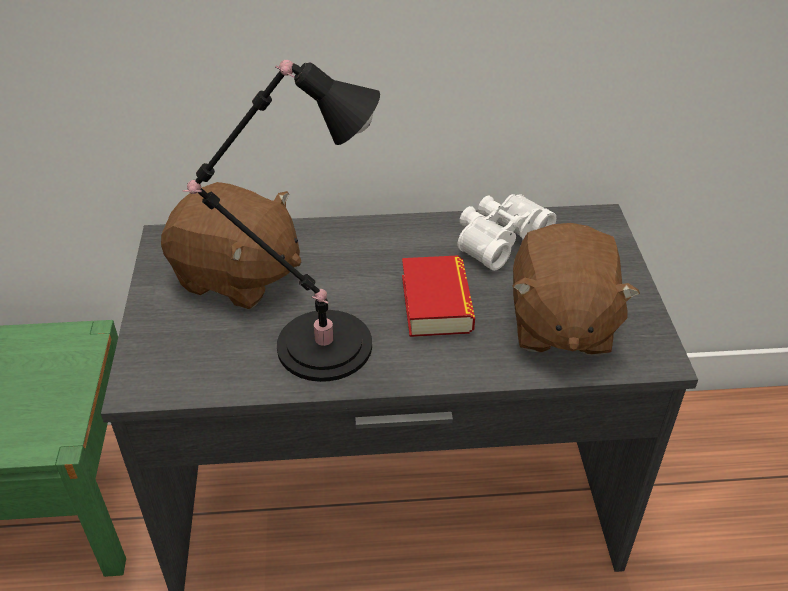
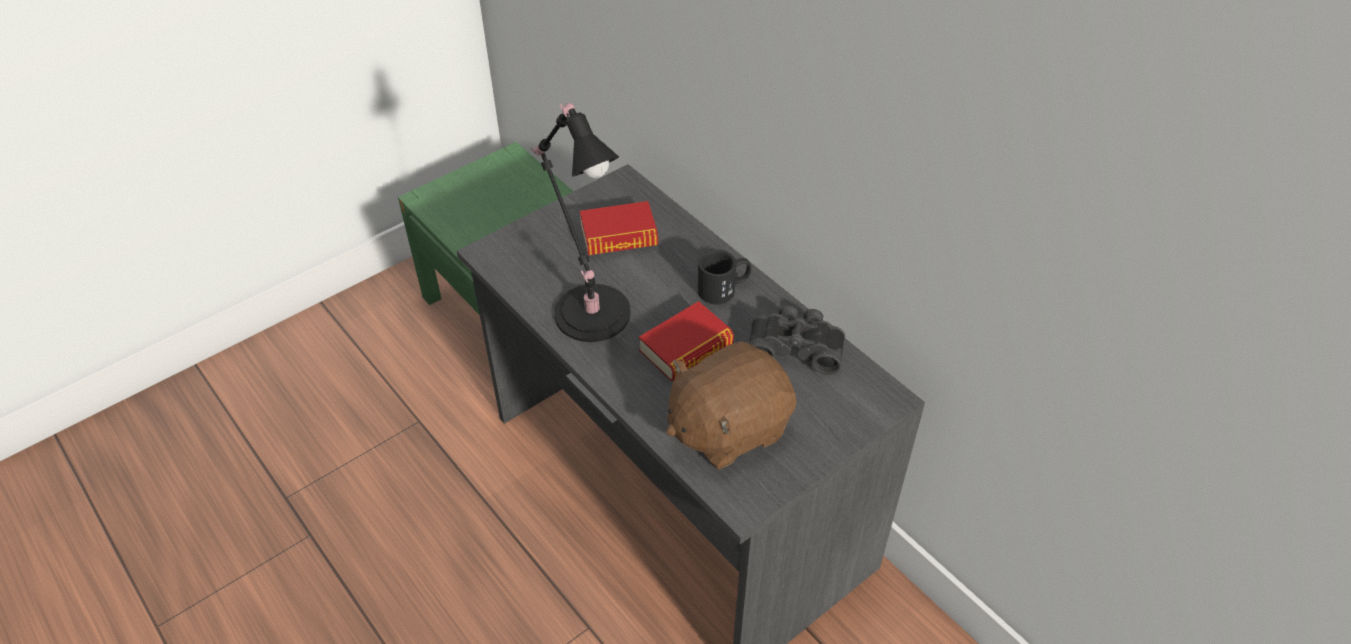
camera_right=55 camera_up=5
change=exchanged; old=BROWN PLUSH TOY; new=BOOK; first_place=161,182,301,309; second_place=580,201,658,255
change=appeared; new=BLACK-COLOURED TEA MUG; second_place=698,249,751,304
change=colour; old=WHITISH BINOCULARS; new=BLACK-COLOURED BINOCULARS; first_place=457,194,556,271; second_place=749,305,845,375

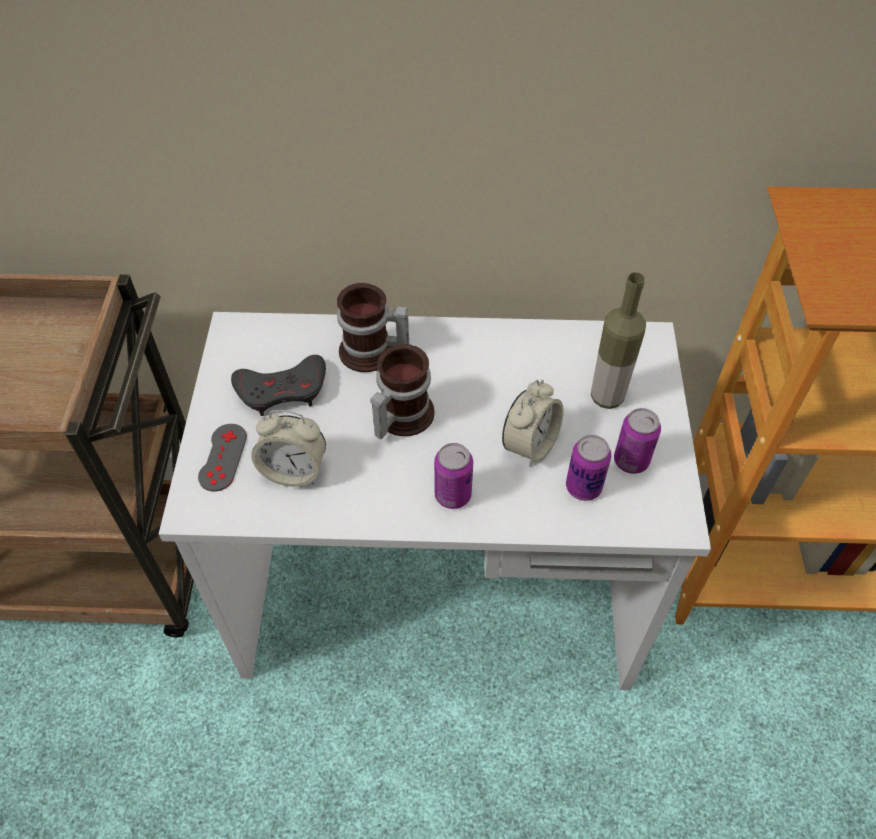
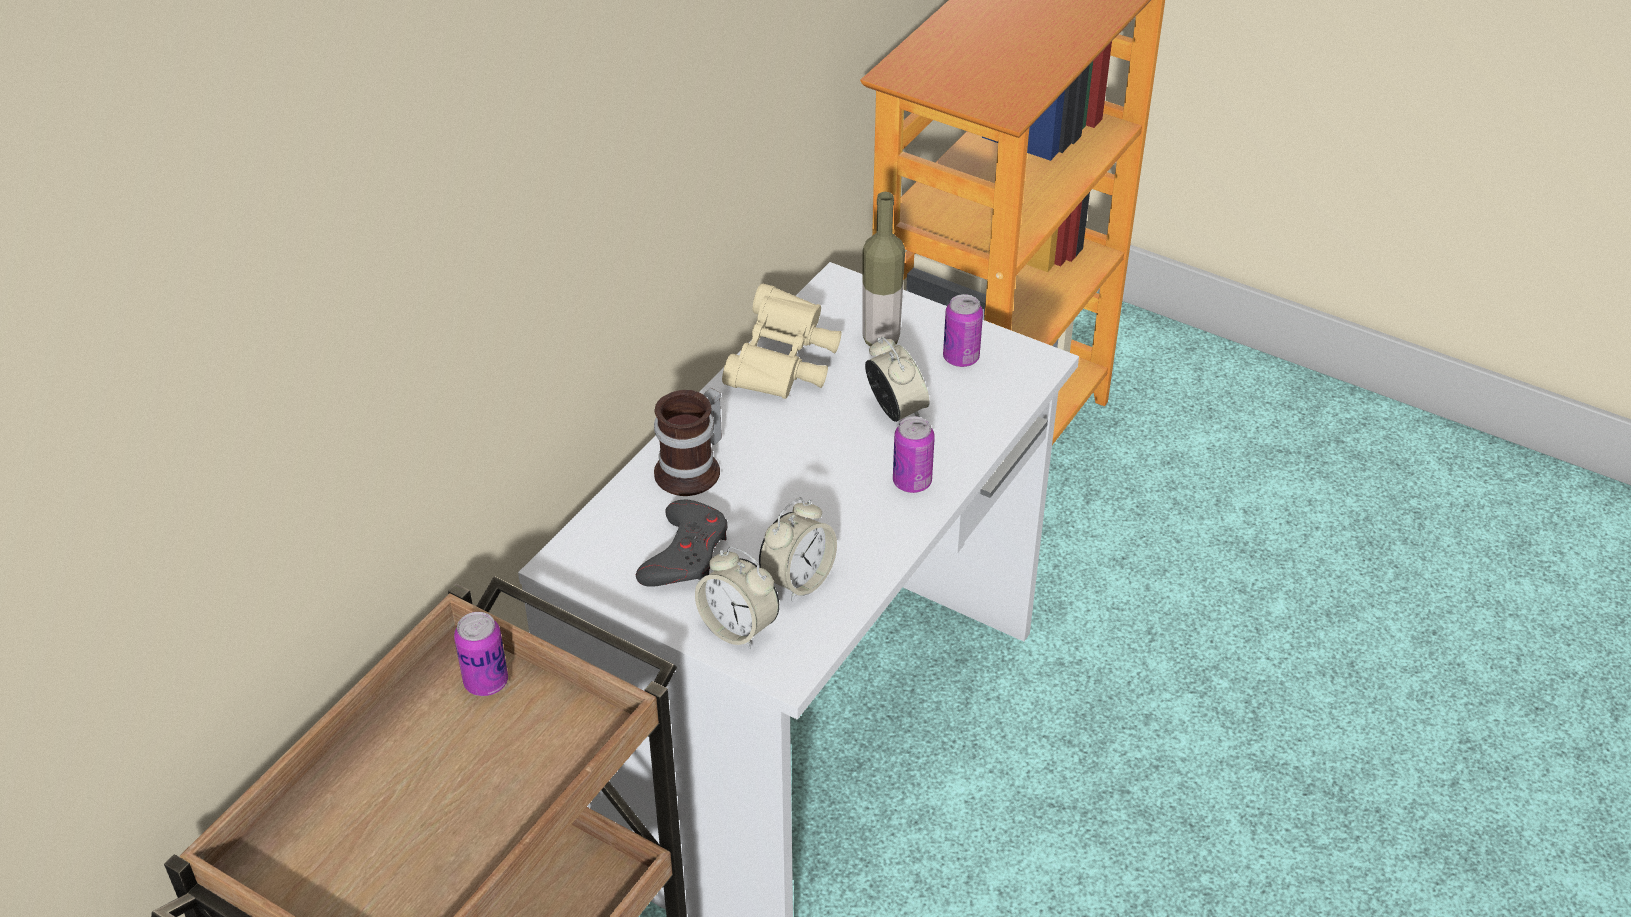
camera_right=-60 camera_up=-10
change=relocated; old=METAL CAN; first_place=566,435,611,501; second_place=454,612,508,696
change=exchanged; old=GREYISH GAMEPAD; new=ALARM CLOCK; first_place=198,424,247,491; second_place=695,546,779,649
change=appeared; new=SAND-COLOURED BINOCULARS; second_place=722,284,842,399
change=missing; old=TEA MUG; first_place=370,344,435,439

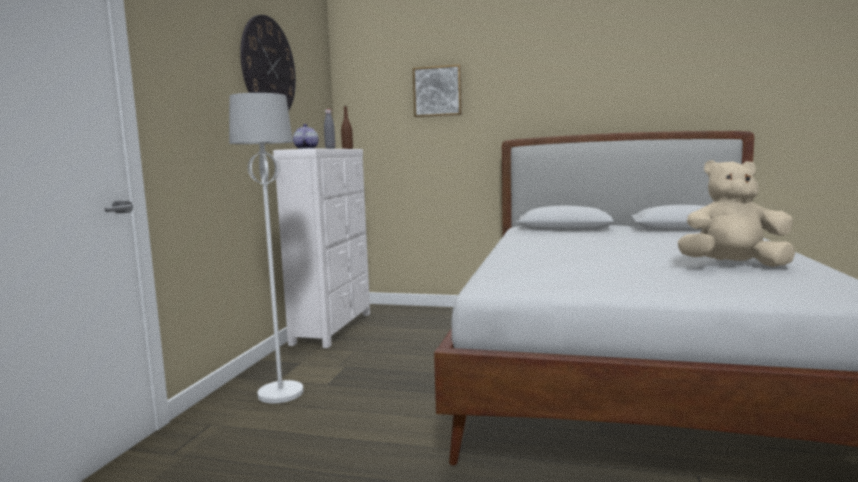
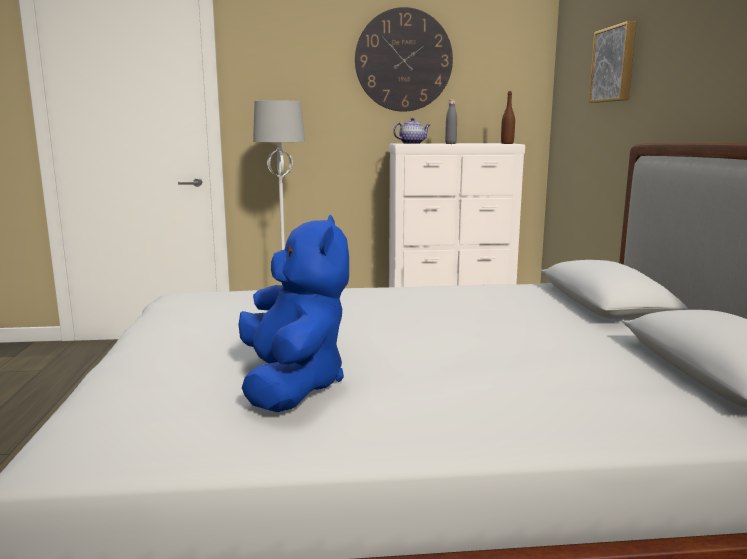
camera_right=70 camera_up=5
change=colour; old=SAND-COLOURED PLUSH TOY; new=BLUE PLUSH TOY; first_place=678,160,795,267; second_place=239,215,349,412

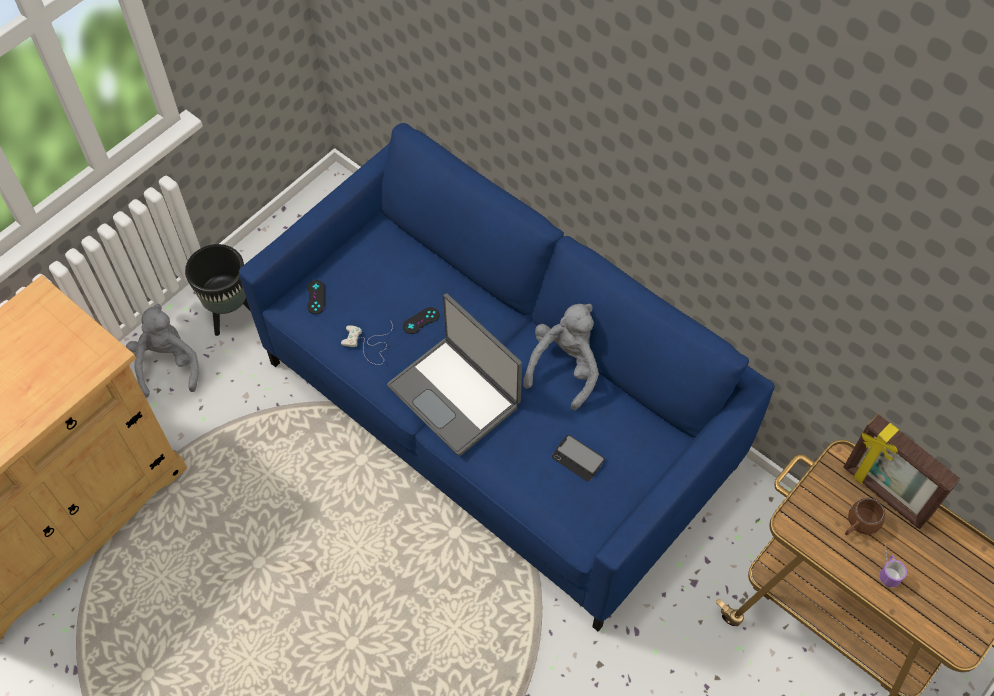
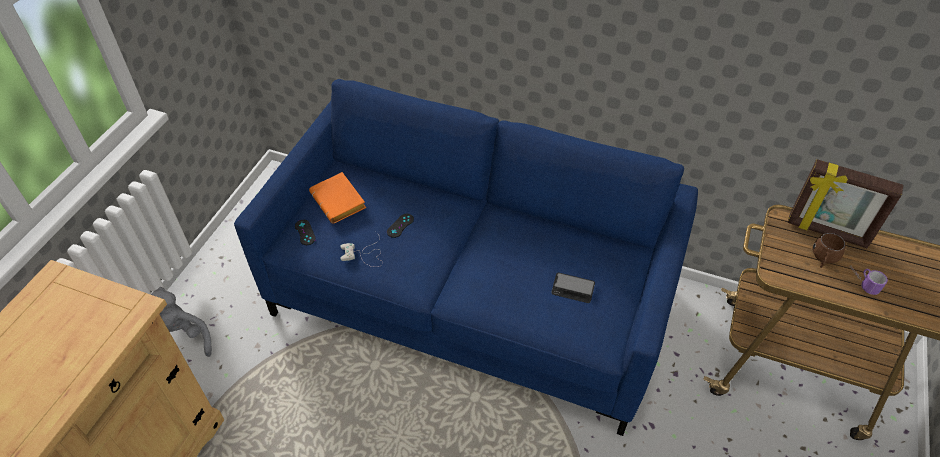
camera_right=-20 camera_up=-10
change=appeared; new=ORANGE-COLOURED BOOK; second_place=309,172,366,224
change=missing; old=BLACK-COLOURED PLANTER; first_place=185,244,250,336
change=missing; old=NOTEBOOK COMPUTER; first_place=387,293,522,456
change=missing; old=GREYISH PLUSH TOY; first_place=523,304,599,410

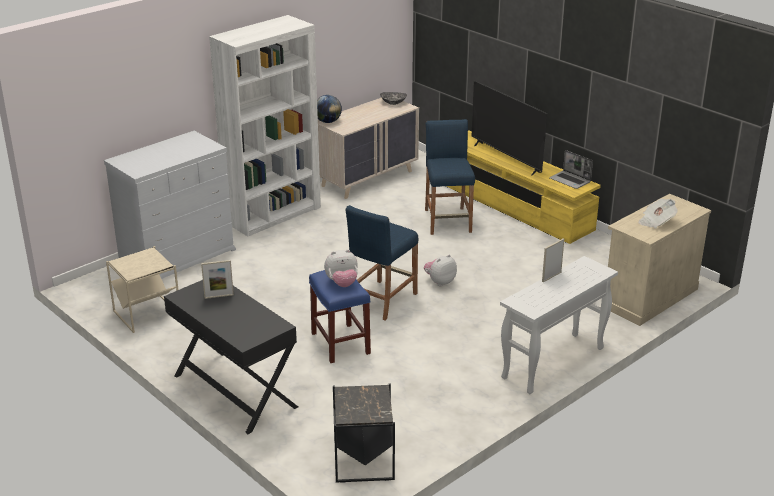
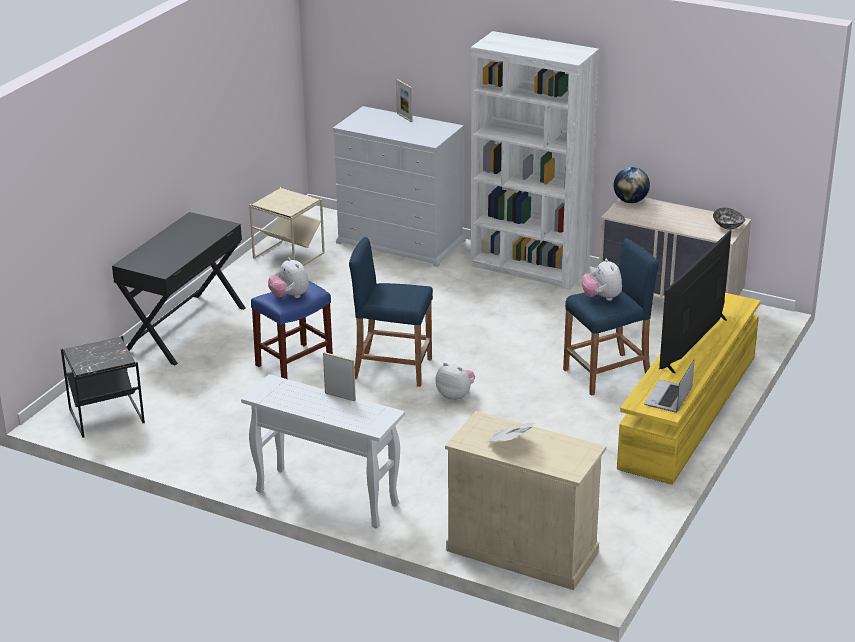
camera_right=70 camera_up=0
change=relocated; old=PICTURE FRAME; first_place=201,260,234,299; second_place=396,79,413,122
change=appeared; new=PLUSH TOY; second_place=582,258,622,301

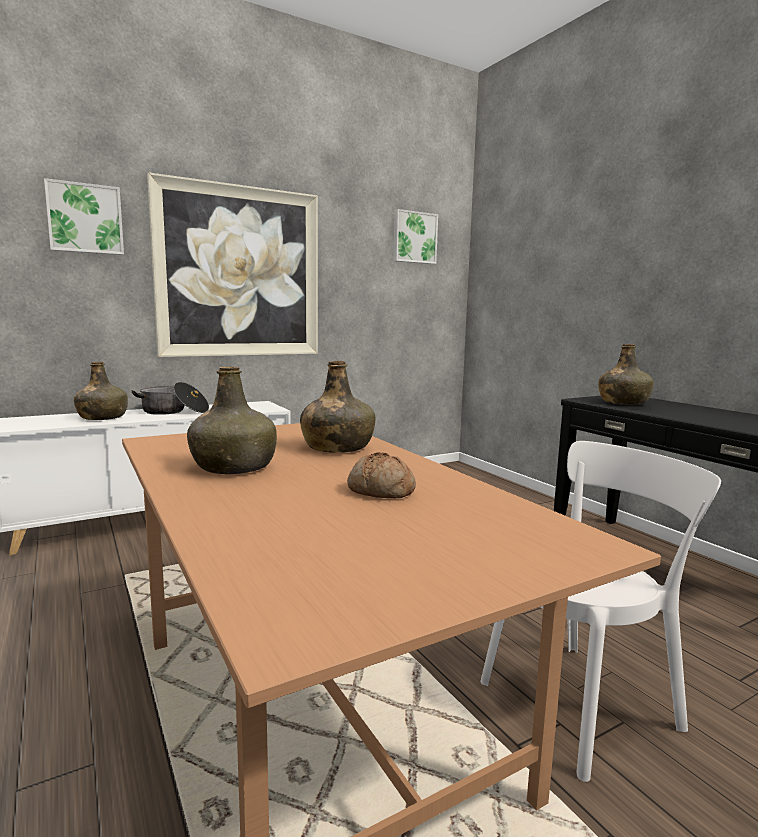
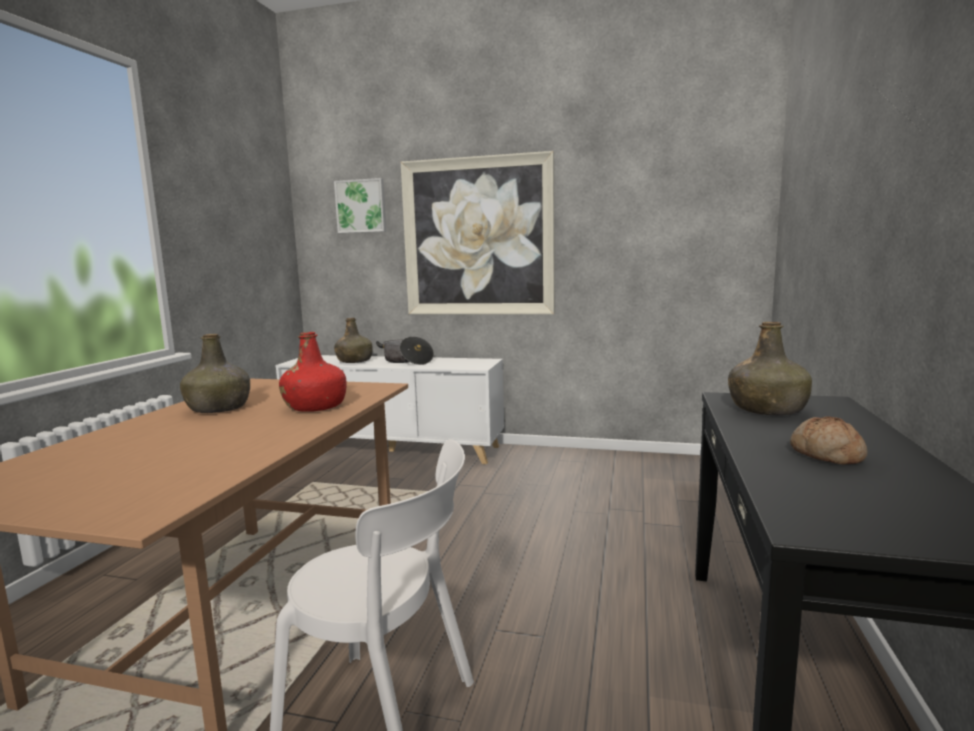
camera_right=45 camera_up=0
change=colour; old=GREENISH BOTTLE; new=RED-COLOURED BOTTLE; first_place=300,361,375,453; second_place=279,332,347,412
change=relocated; old=BAKERY BREAD; first_place=347,452,416,498; second_place=790,416,868,465
change=missing; old=WALL ART; first_place=393,209,438,264

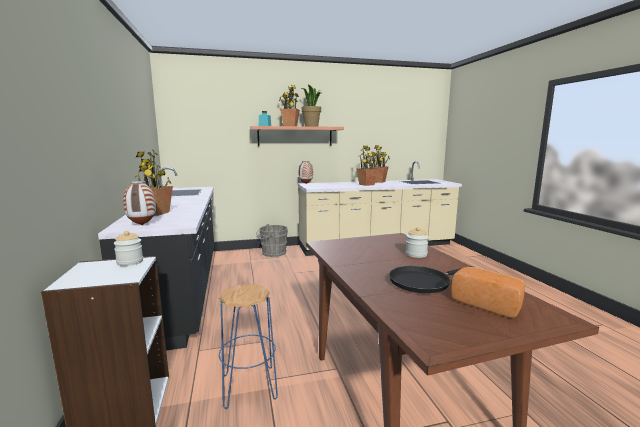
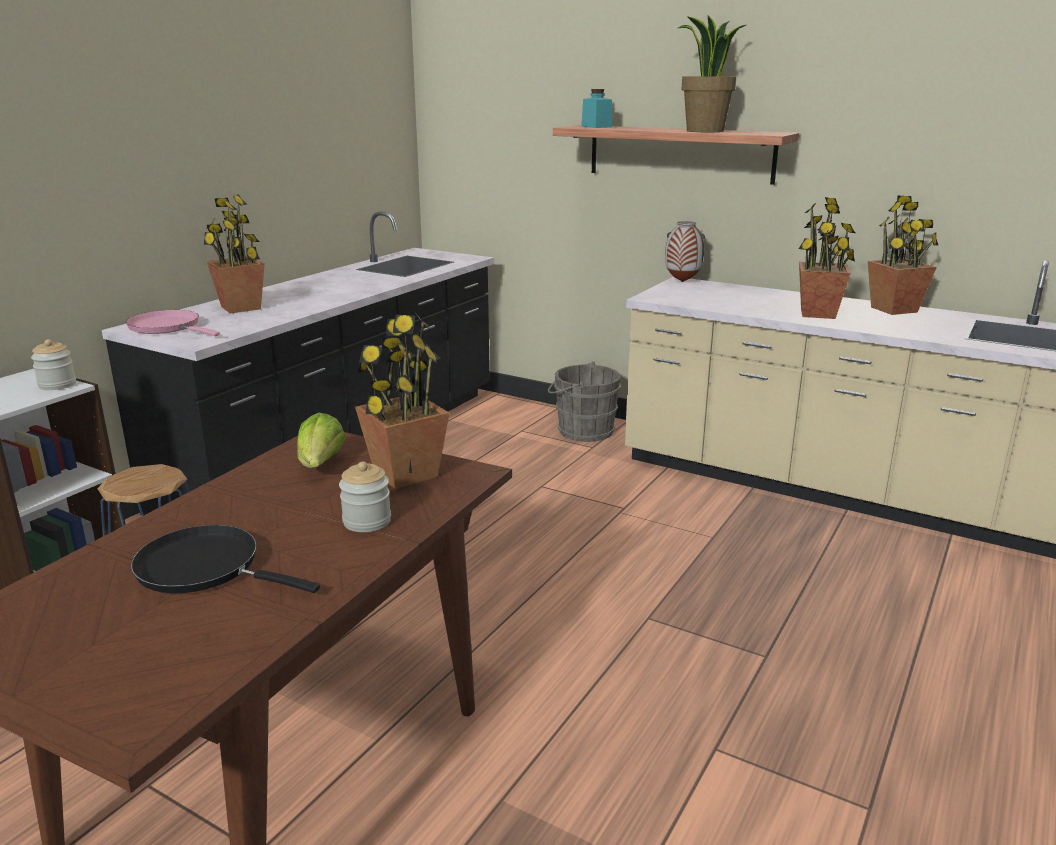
camera_right=45 camera_up=10
change=exchanged; old=VASE; new=PINK FRYING PAN; first_place=123,181,156,225; second_place=126,310,220,336
change=appeared; new=LETTUCE HEAD; second_place=297,413,345,468
change=relocated; old=POTTED PLANT; first_place=279,85,300,126; second_place=355,312,450,489
change=missing; old=BAKERY BREAD; first_place=451,267,526,318

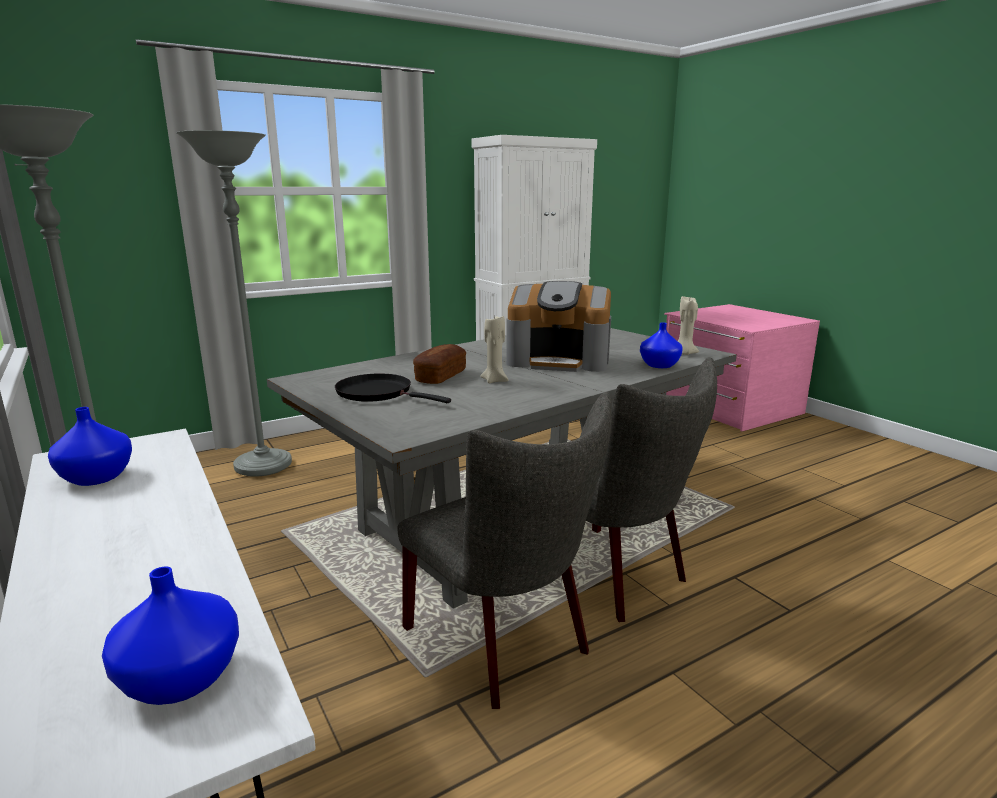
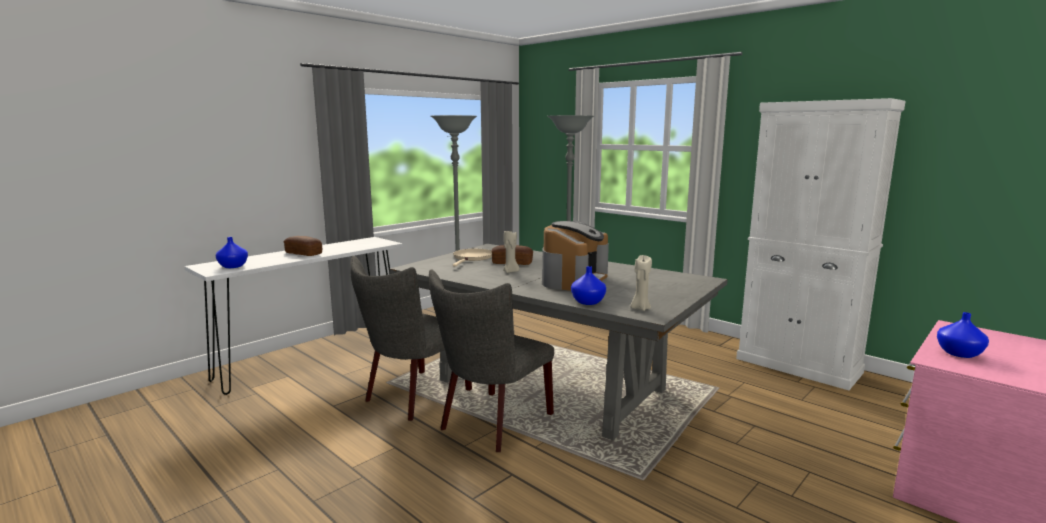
camera_right=75 camera_up=-5
change=appeared; new=BAKERY BREAD; second_place=284,236,322,256
change=colour; old=BLACK-COLOURED FRYING PAN; new=SAND-COLOURED FRYING PAN; first_place=335,374,451,403; second_place=453,249,492,267
change=spun; old=COFFEE BREWER; first_place=506,281,611,372; second_place=542,221,609,291; degrees=-150
change=relocated; old=BLUE VASE; first_place=48,407,132,486; second_place=937,312,989,358

